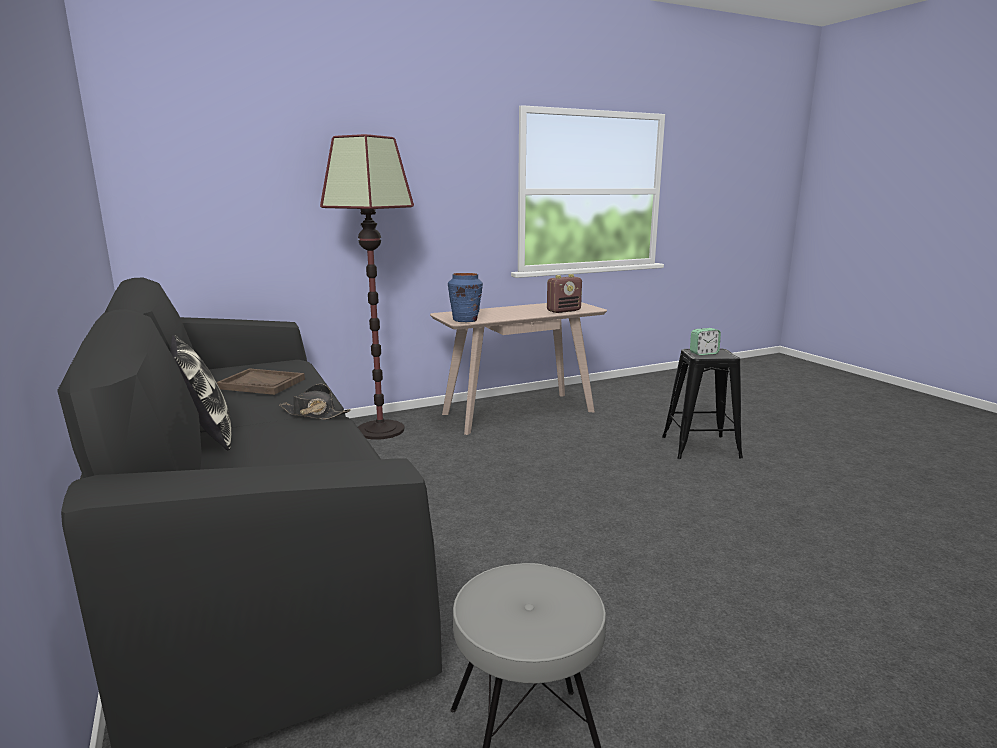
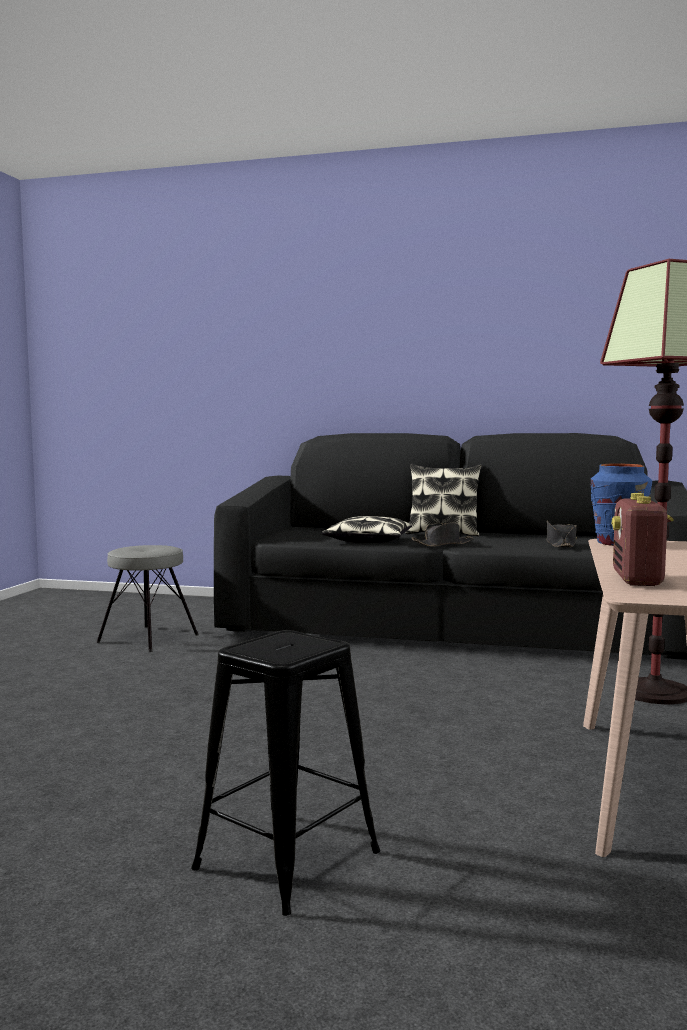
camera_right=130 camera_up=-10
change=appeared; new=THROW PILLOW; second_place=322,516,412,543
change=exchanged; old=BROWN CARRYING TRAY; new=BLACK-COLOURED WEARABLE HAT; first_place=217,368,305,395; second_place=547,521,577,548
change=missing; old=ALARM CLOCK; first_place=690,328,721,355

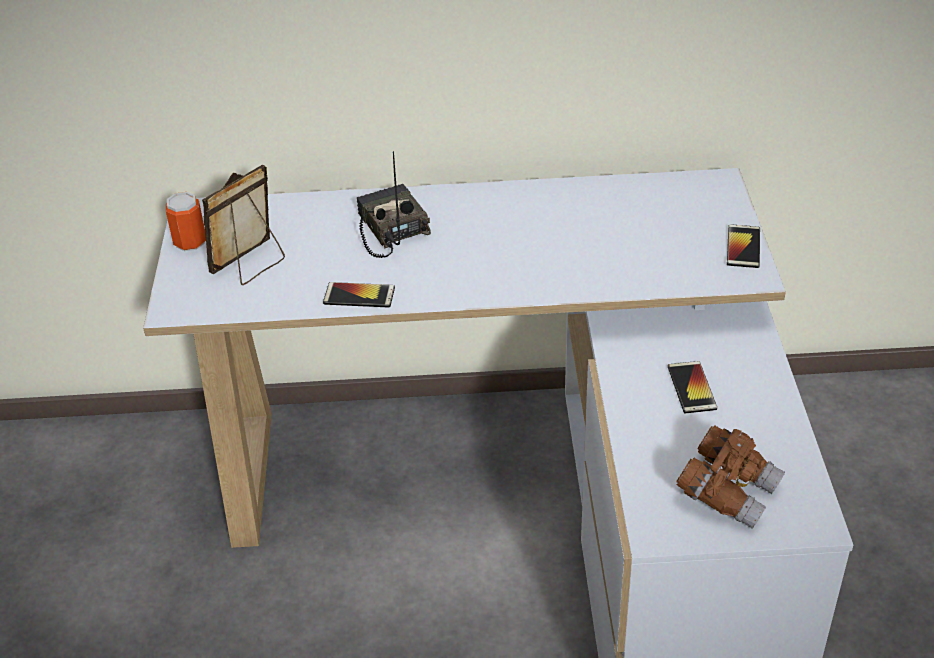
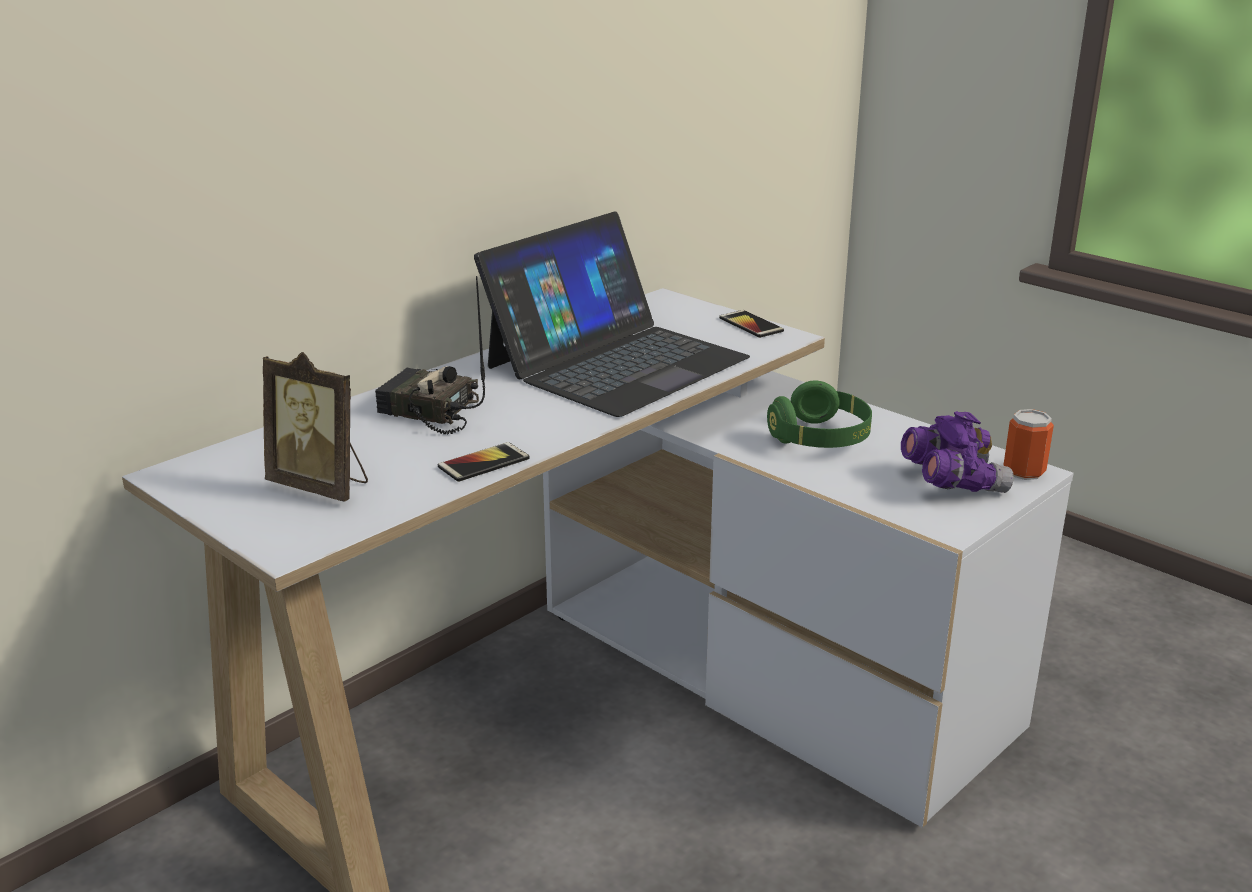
camera_right=-45 camera_up=-15
change=spun; old=PICTURE FRAME; first_place=202,164,285,285; second_place=263,352,368,502; degrees=-60
change=appeared; new=NOTEBOOK COMPUTER; second_place=474,211,750,417
change=exchanged; old=HANDSET; new=GREENISH HEADSET; first_place=668,361,717,413; second_place=767,380,872,448
change=colour; old=BROWN BINOCULARS; new=PURPLE BINOCULARS; first_place=676,425,785,528; second_place=901,411,1014,493
change=relocated; old=METAL CAN; first_place=166,192,206,251; second_place=1003,409,1054,480

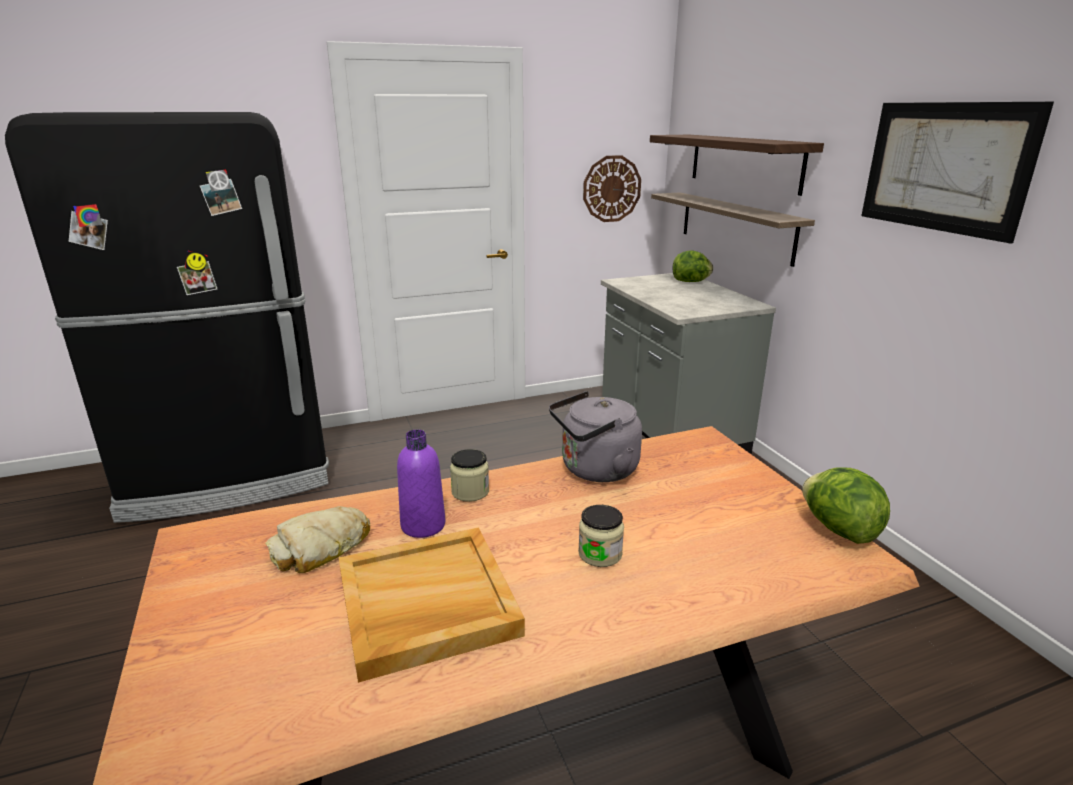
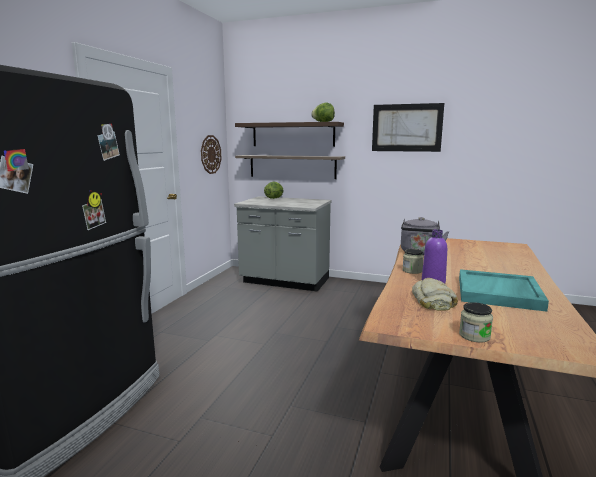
camera_right=-50 camera_up=-10
change=relocated; old=LETTUCE HEAD; first_place=802,468,890,544; second_place=311,103,335,122
change=colour; old=SAND-COLOURED CARRYING TRAY; new=TURQUOISE CARRYING TRAY; first_place=339,527,525,683; second_place=459,269,549,312
change=relocated; old=JAR; first_place=578,505,624,567; second_place=459,302,493,343

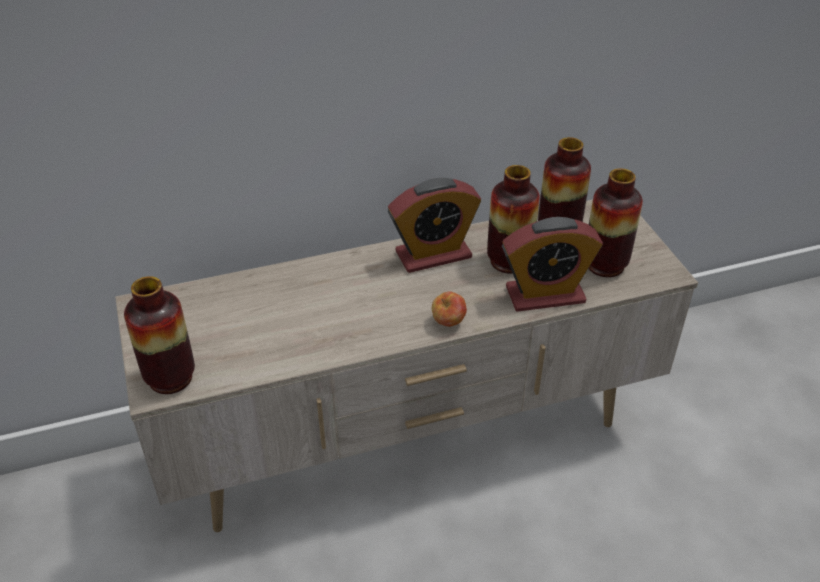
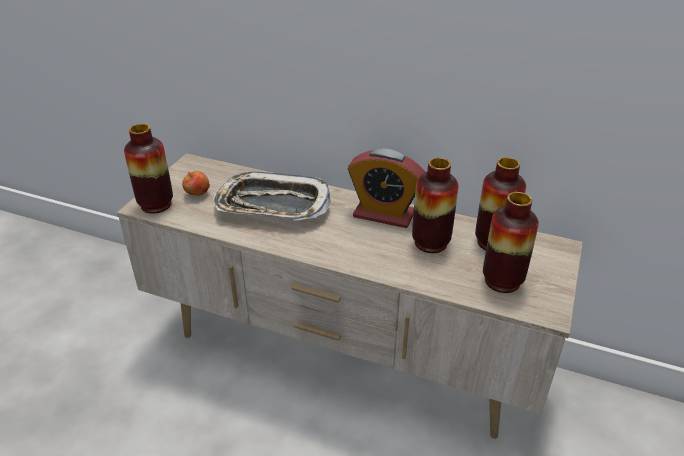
camera_right=40 camera_up=-5
change=relocated; old=APPLE FRUIT; first_place=432,291,467,327; second_place=182,171,210,196
change=appeared; new=CARRYING TRAY; second_place=213,172,331,221
change=missing; old=ALARM CLOCK; first_place=502,217,603,312

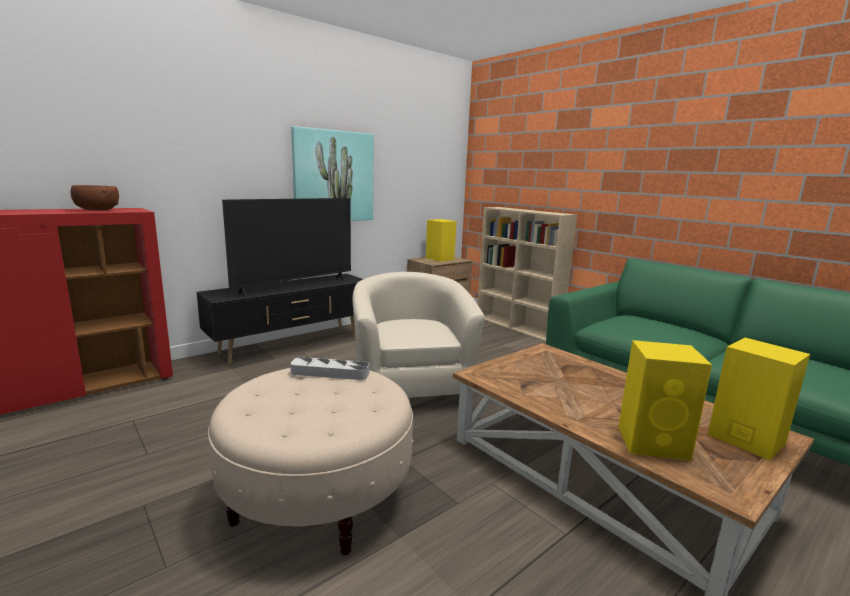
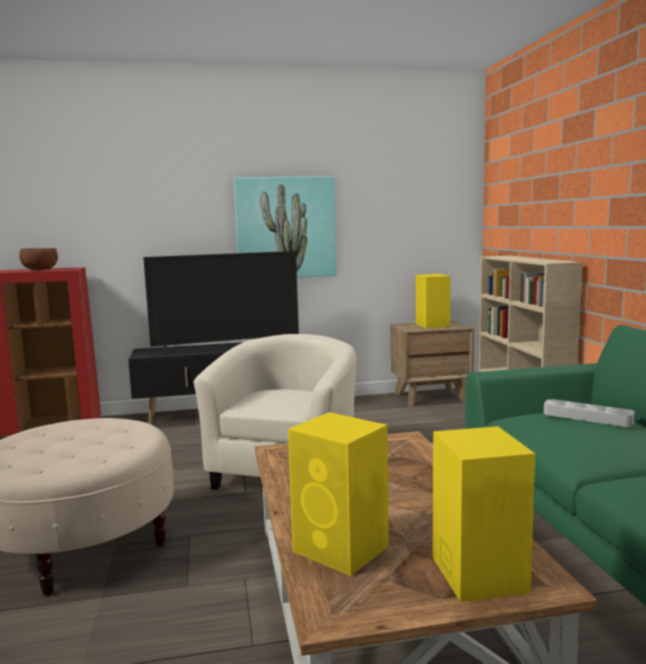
camera_right=30 camera_up=-5
change=relocated; old=GREYISH CARRYING TRAY; first_place=290,357,369,380; second_place=544,399,635,427

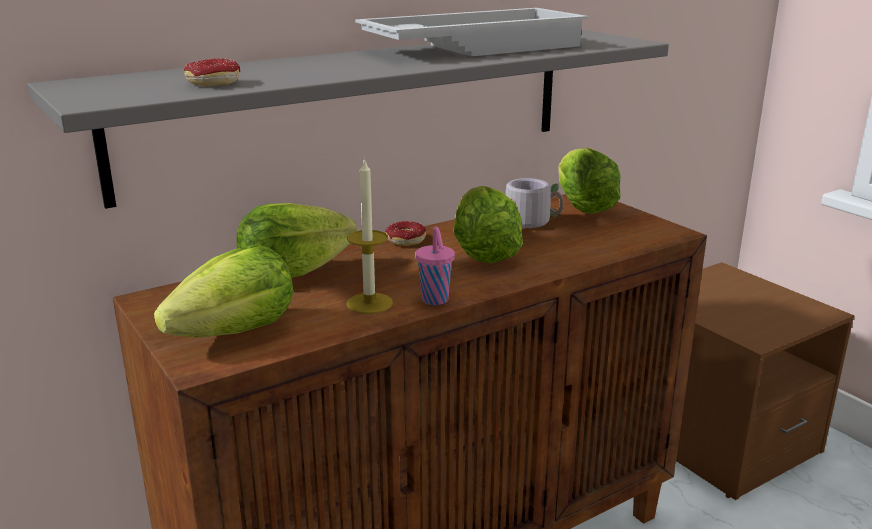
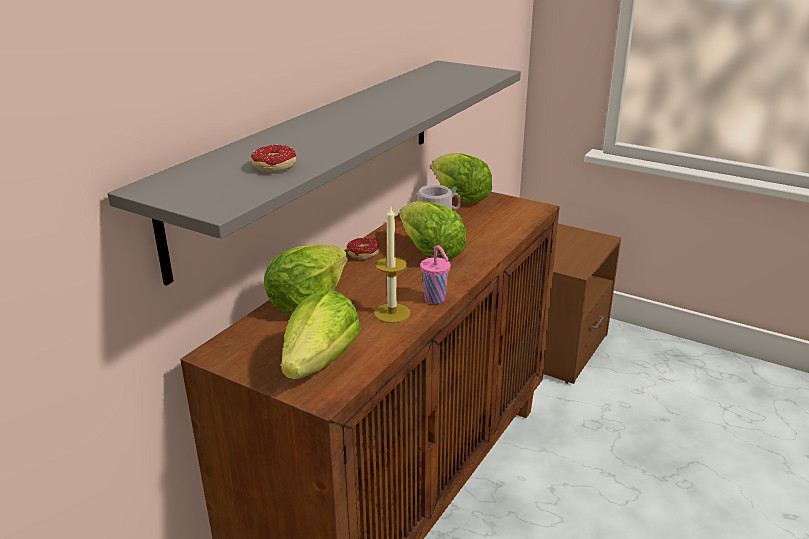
camera_right=-25 camera_up=5
change=missing; old=WHITISH CARRYING TRAY; first_place=355,8,589,56

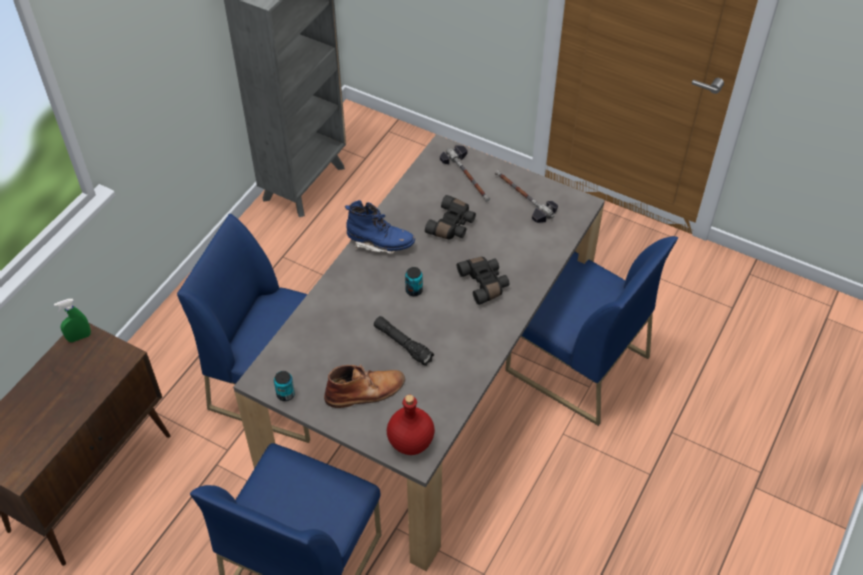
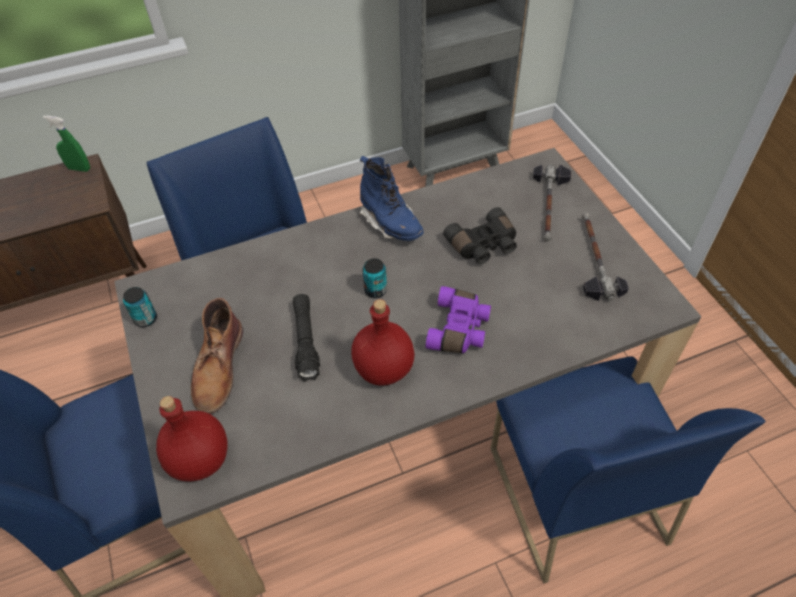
camera_right=40 camera_up=0
change=spun; old=BROWN BOOT; first_place=324,364,405,408; second_place=191,298,243,414; degrees=75
change=appeared; new=RED-COLOURED BOTTLE; second_place=351,299,414,386
change=colour; old=BLACK-COLOURED BINOCULARS; new=PURPLE BINOCULARS; first_place=457,257,510,305; second_place=426,286,491,353

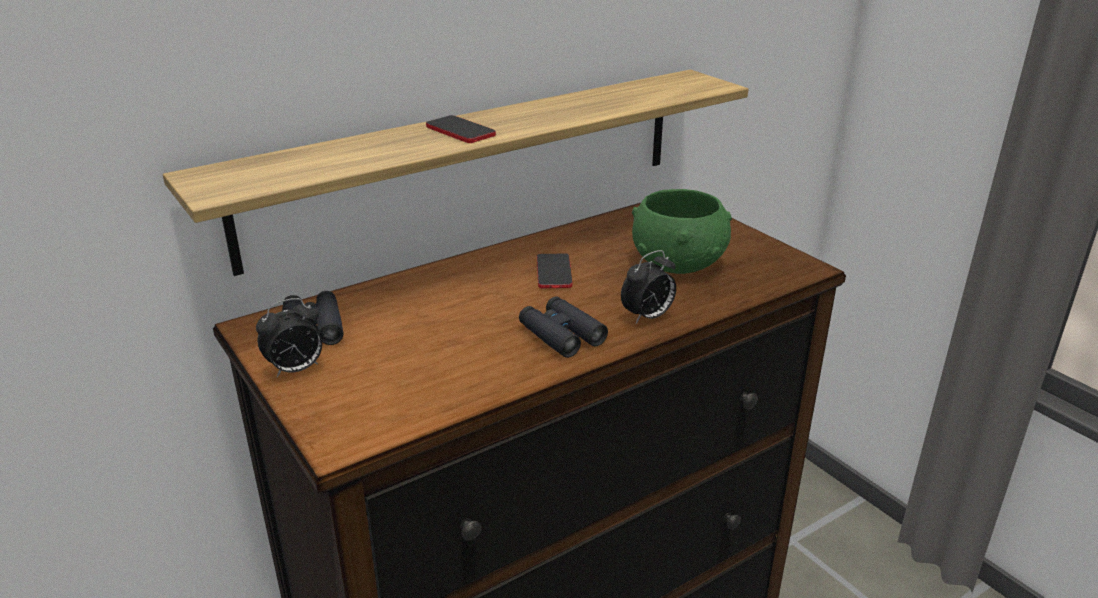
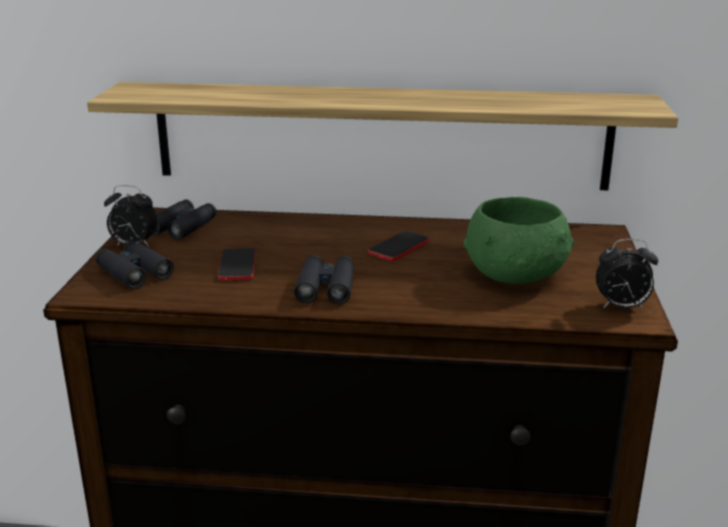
camera_right=40 camera_up=-5
change=appeared; new=BLACK-COLOURED BINOCULARS; second_place=95,241,174,289
change=relocated; old=HANDSET; first_place=426,115,496,143; second_place=218,248,256,281
change=relocated; old=ALARM CLOCK; first_place=621,250,676,324; second_place=596,239,658,309

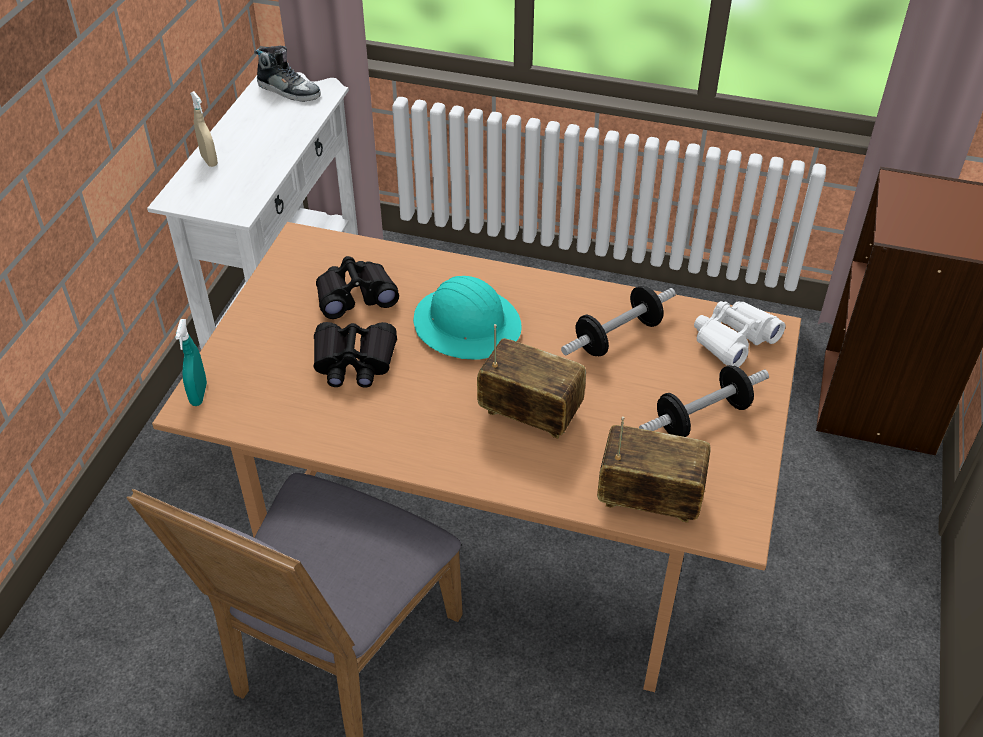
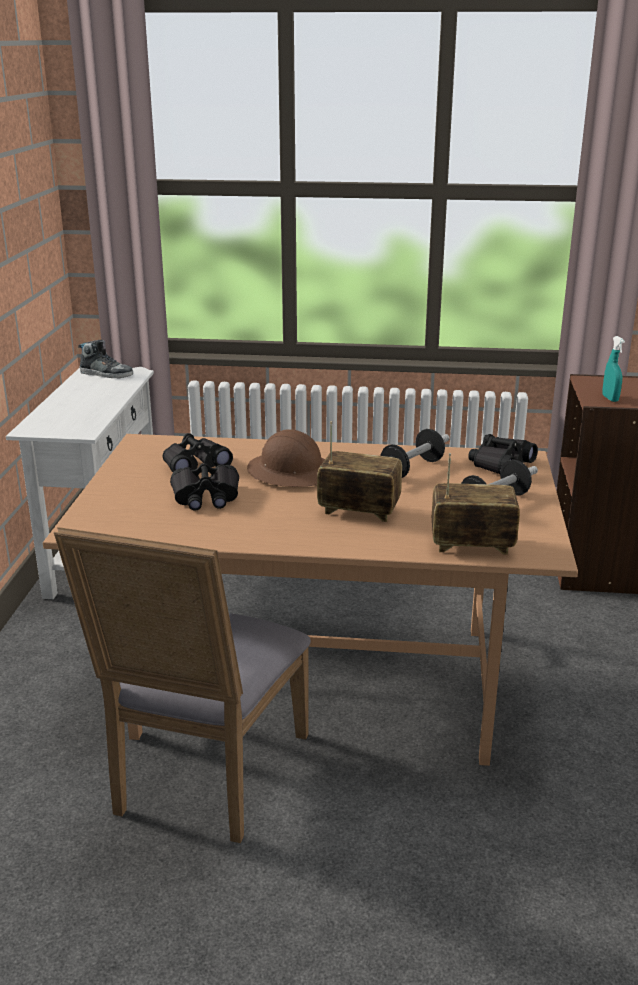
camera_right=-10 camera_up=-20
change=colour; old=TURQUOISE SAFETY HELMET; new=BROWN SAFETY HELMET; first_place=413,276,522,360; second_place=247,429,325,487
change=colour; old=WHITISH BINOCULARS; new=BLACK-COLOURED BINOCULARS; first_place=694,301,785,367; second_place=468,434,538,474
change=relocated; old=TURQUOISE SPRAY BOTTLE; first_place=175,319,207,406; second_place=602,336,625,402
change=missing; old=SAND-COLOURED SPRAY BOTTLE; first_place=190,91,218,167

